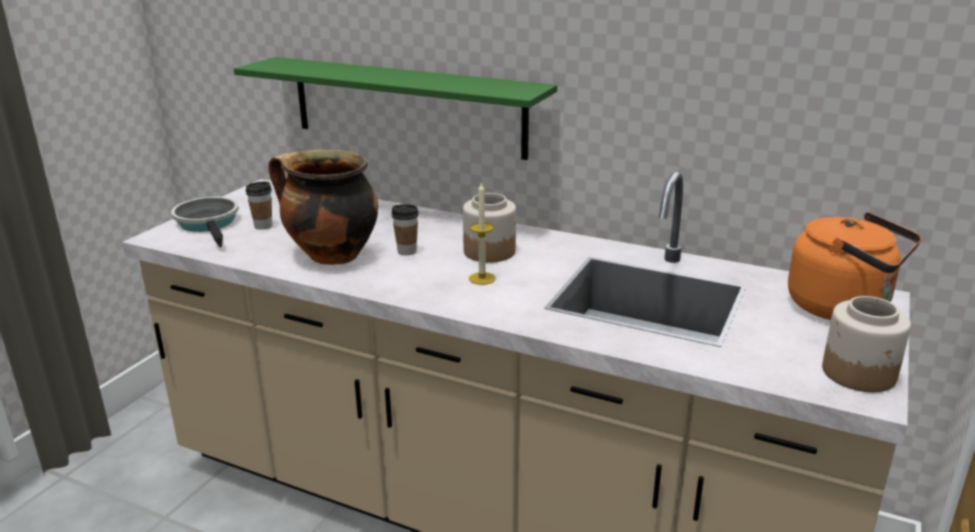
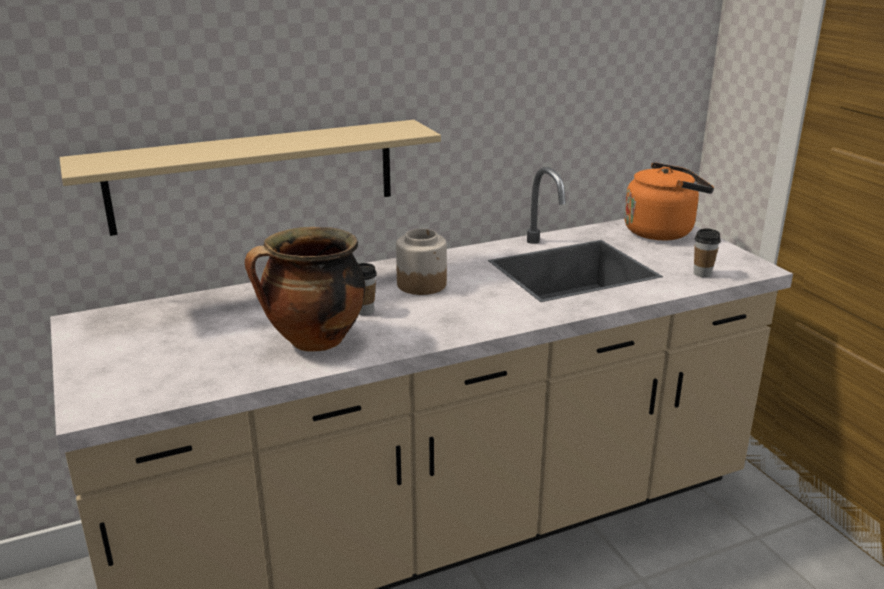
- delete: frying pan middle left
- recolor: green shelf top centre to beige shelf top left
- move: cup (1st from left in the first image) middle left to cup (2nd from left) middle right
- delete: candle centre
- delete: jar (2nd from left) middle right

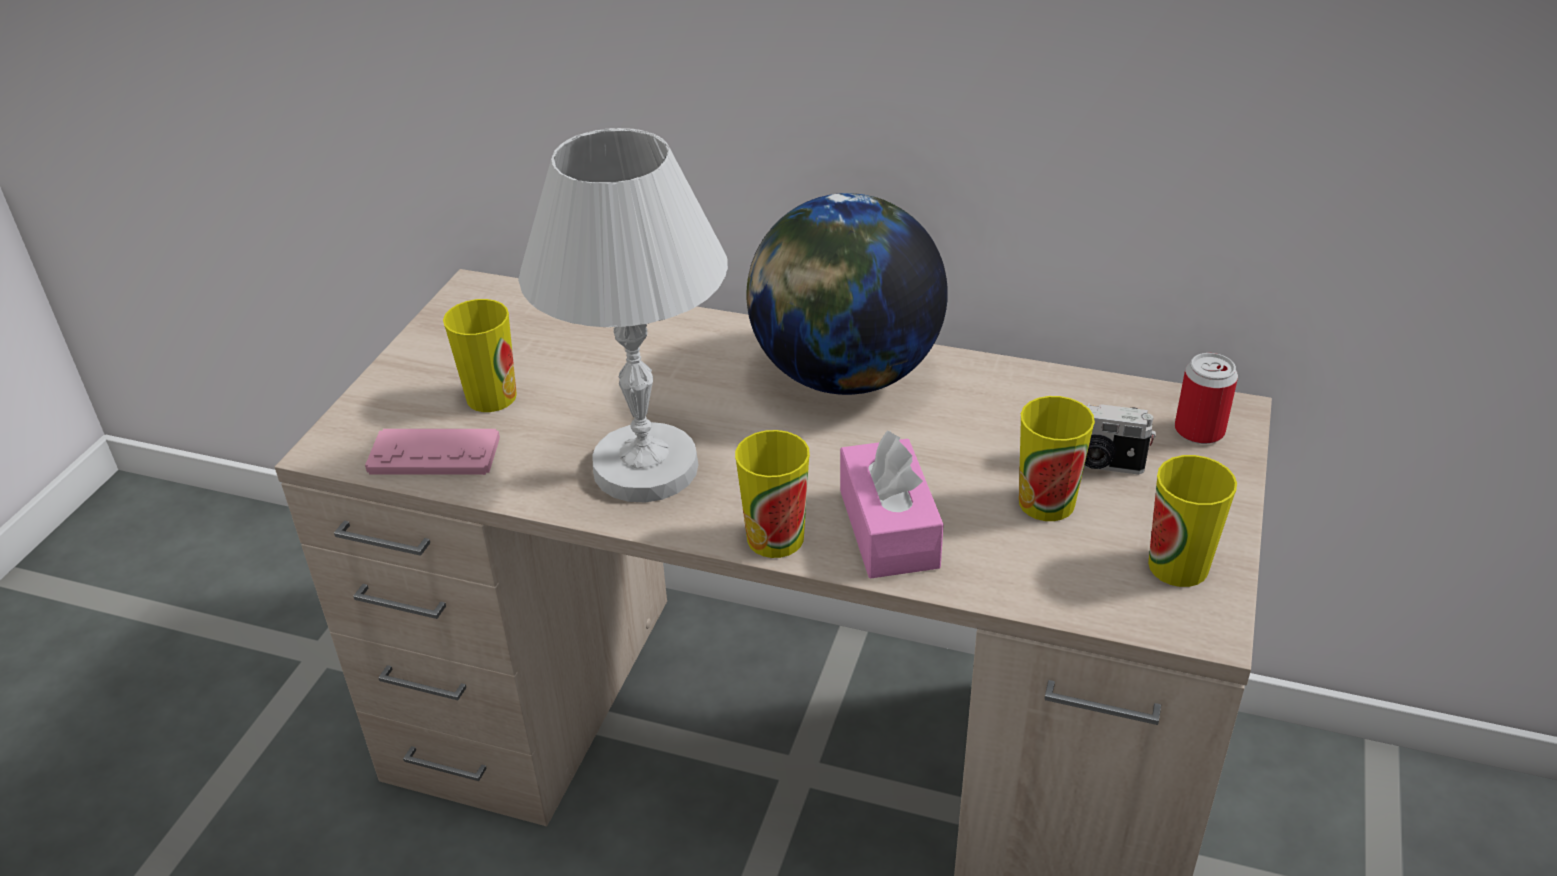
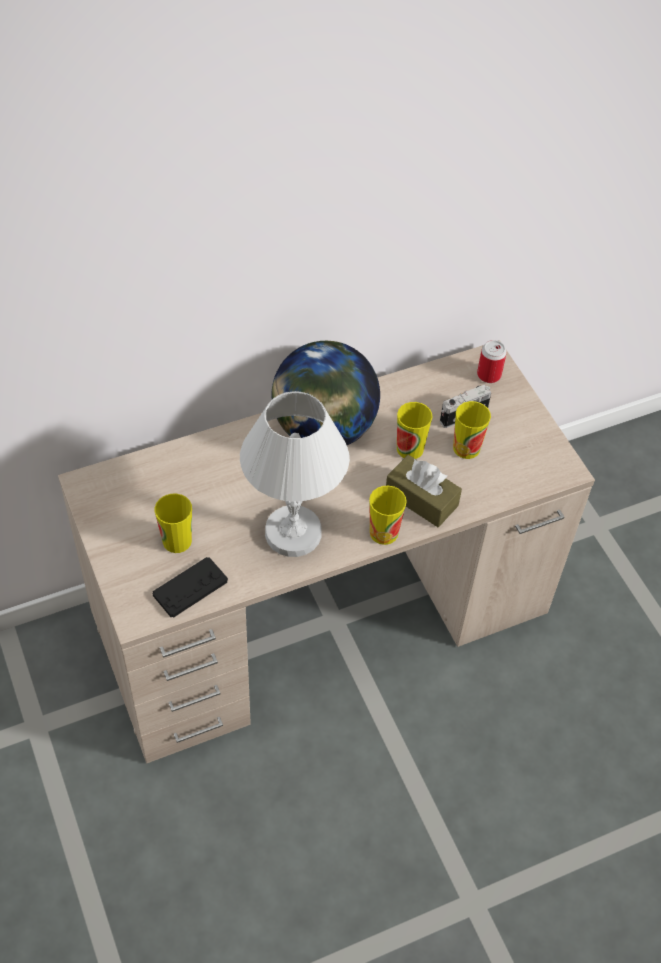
- recolor: pink game controller middle left to black game controller middle left
- recolor: pink tissue box centre to brown tissue box centre
- move: cup (4th from left in the first image) middle right to cup (3rd from left) centre

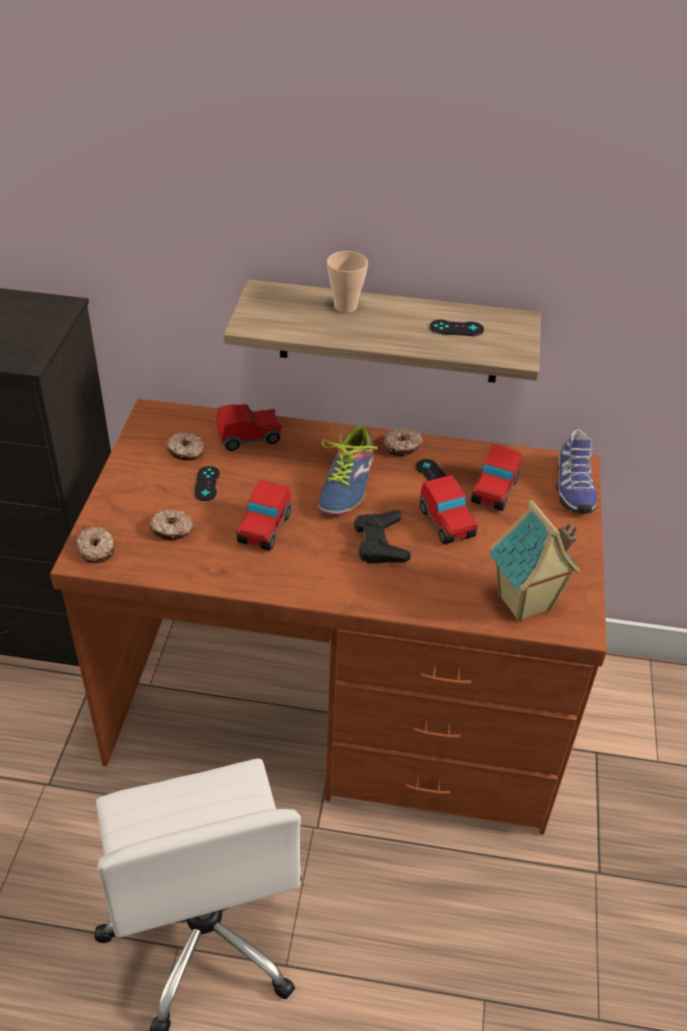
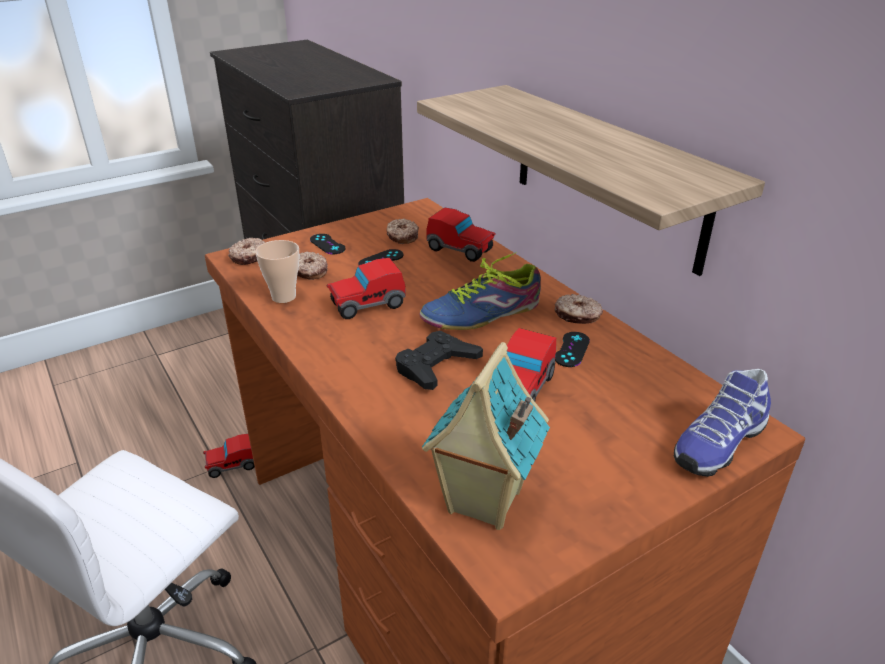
- move: cup top centre to middle left
- move: black game controller (4th from left in the first image) top centre to black game controller (1st from left) centre
- move: toy car (4th from left in the first image) middle right to toy car (1st from left) bottom left

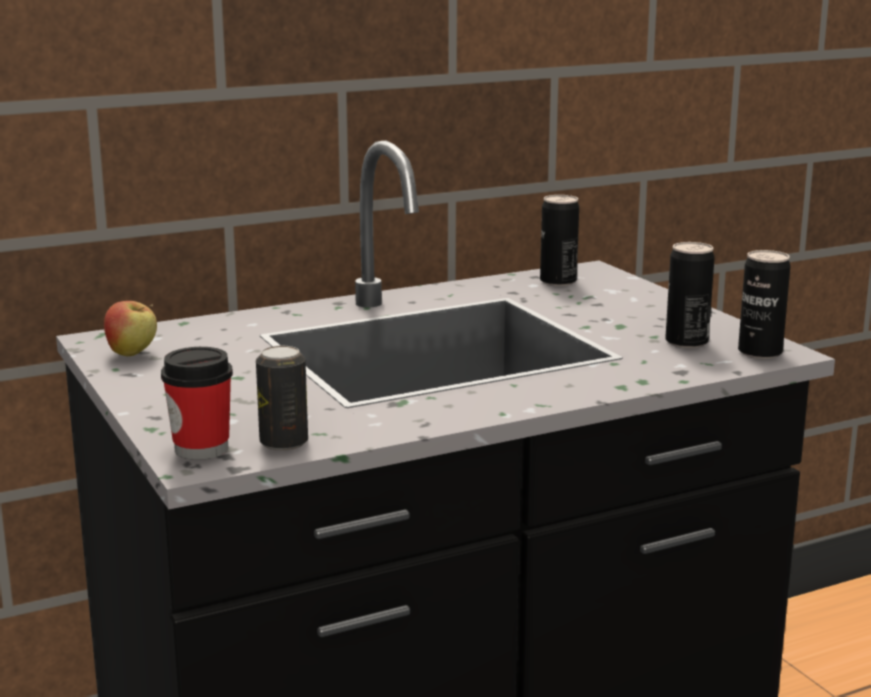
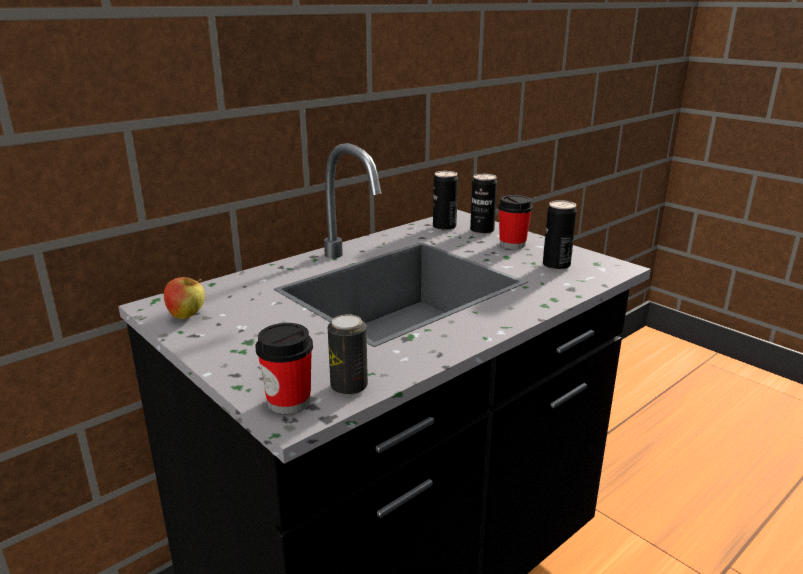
- move: can (4th from left in the first image) middle right to can (3rd from left) centre
- insert: cup (2nd from left) centre

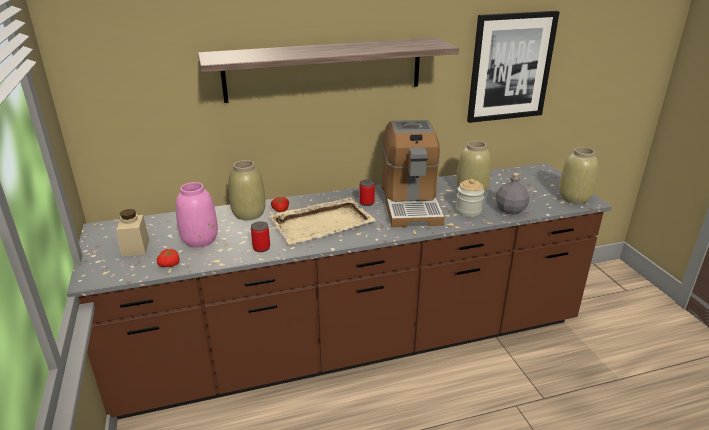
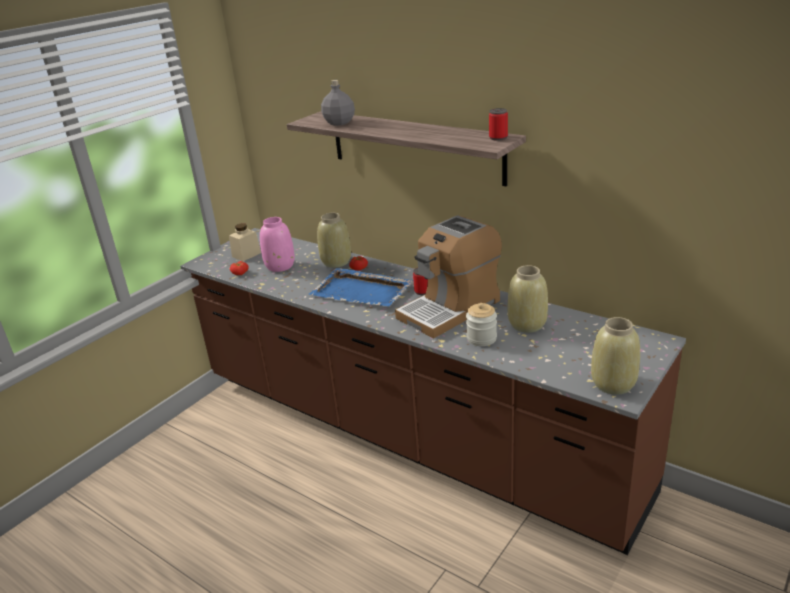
- move: can (1st from left in the first image) centre to can (2nd from left) top centre
- recolor: beige tray centre to blue tray centre
- delete: picture top right
- move: grey bottle middle right to top centre

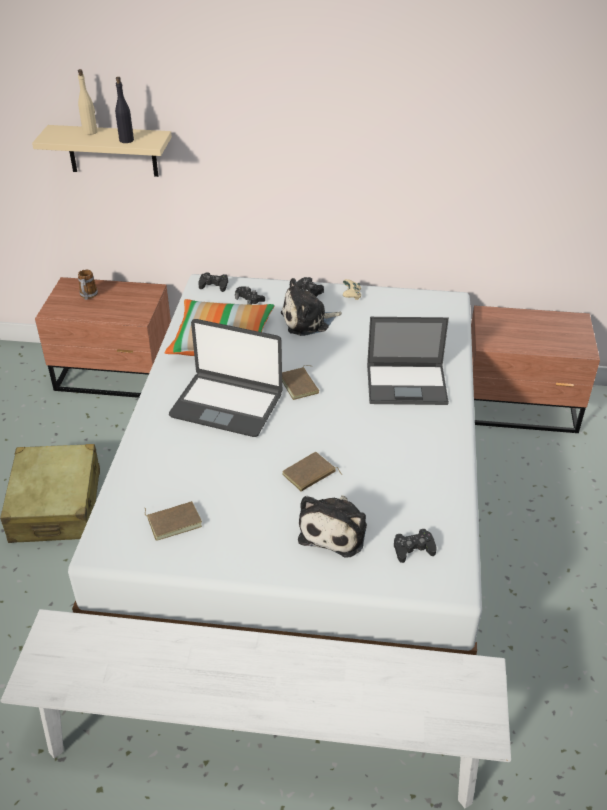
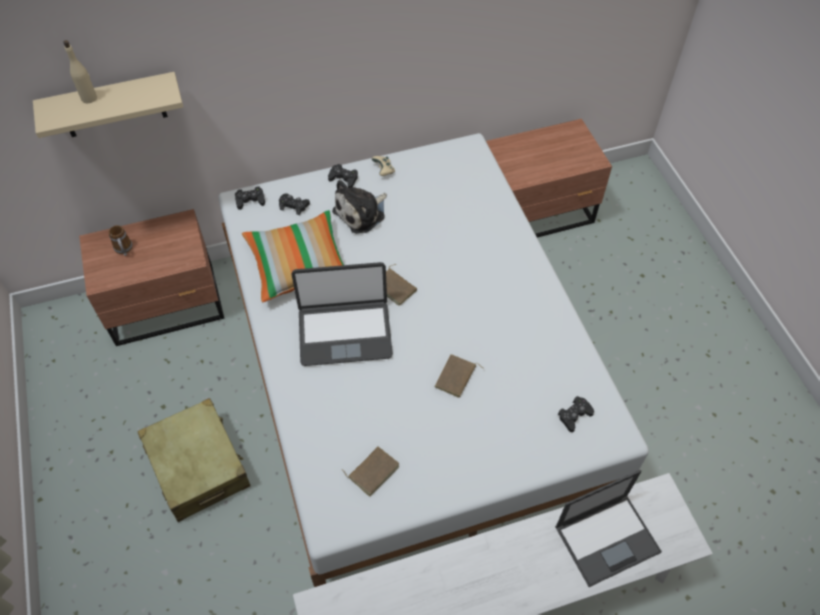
- delete: black bottle top left
- delete: plush toy (2nd from left) centre
- move: laptop (2nd from left) middle right to bottom right

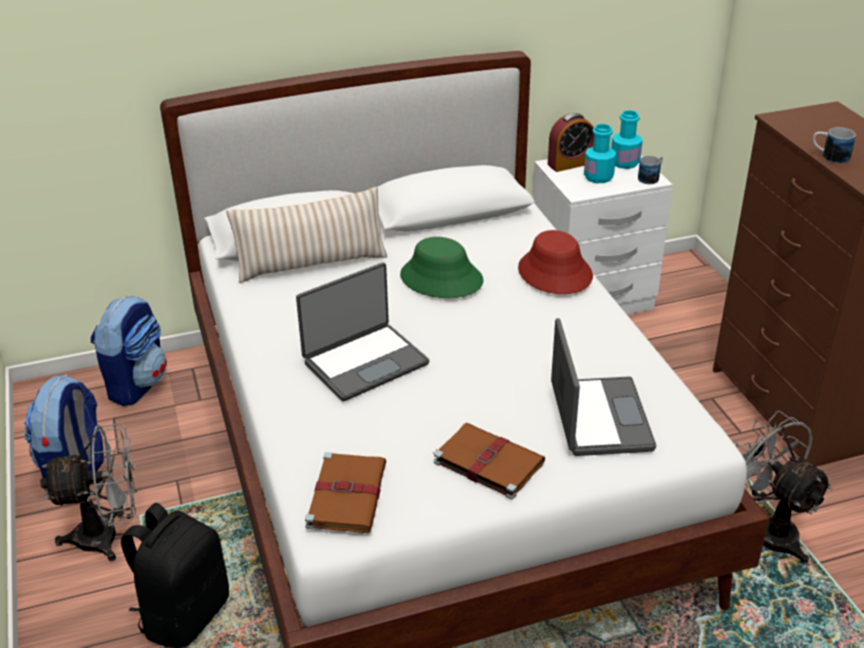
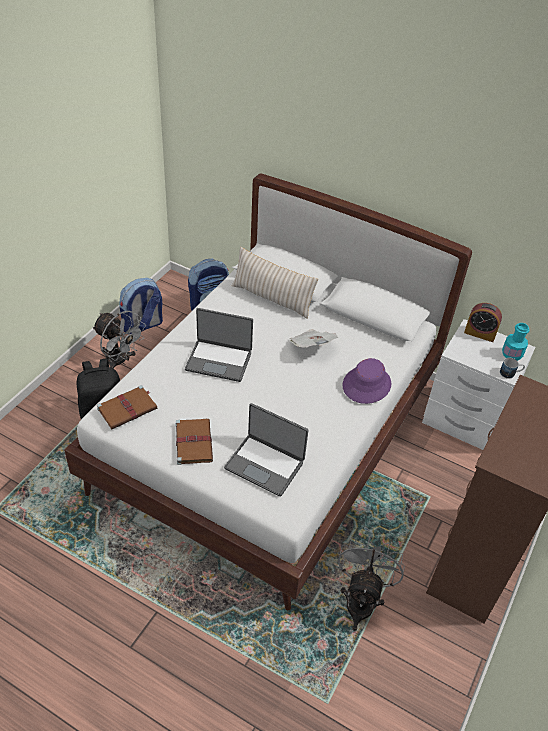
- replace: green hat centre to newspaper centre
- recolor: red hat centre to purple hat middle right
- rotate: laptop (2nd from left) middle right = centre 75 degrees clockwise
- delete: turquoise bottle (1st from left) top right
- delete: mug (2nd from left) top right

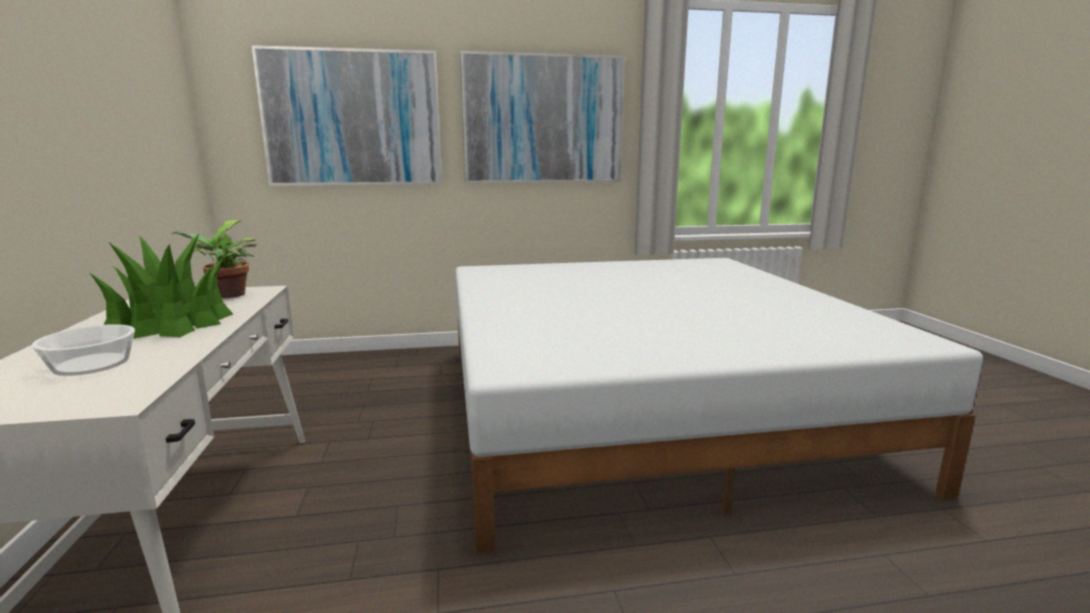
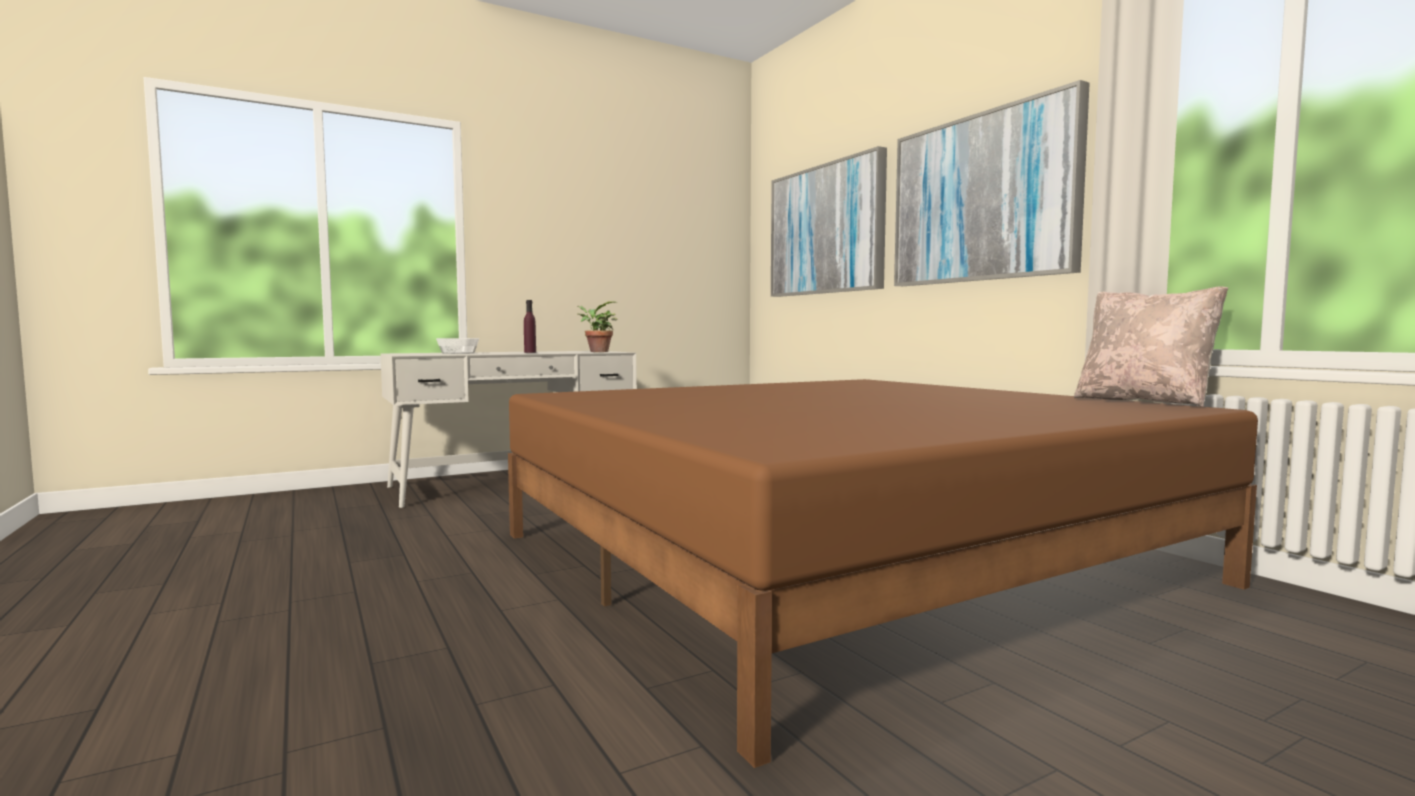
- replace: potted plant (1st from left) middle left to purple bottle centre
- recolor: white bed centre to brown bed bottom centre
- insert: beige pillow middle right

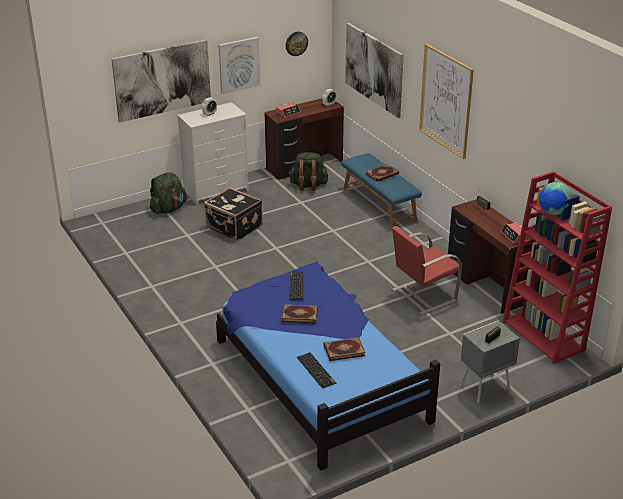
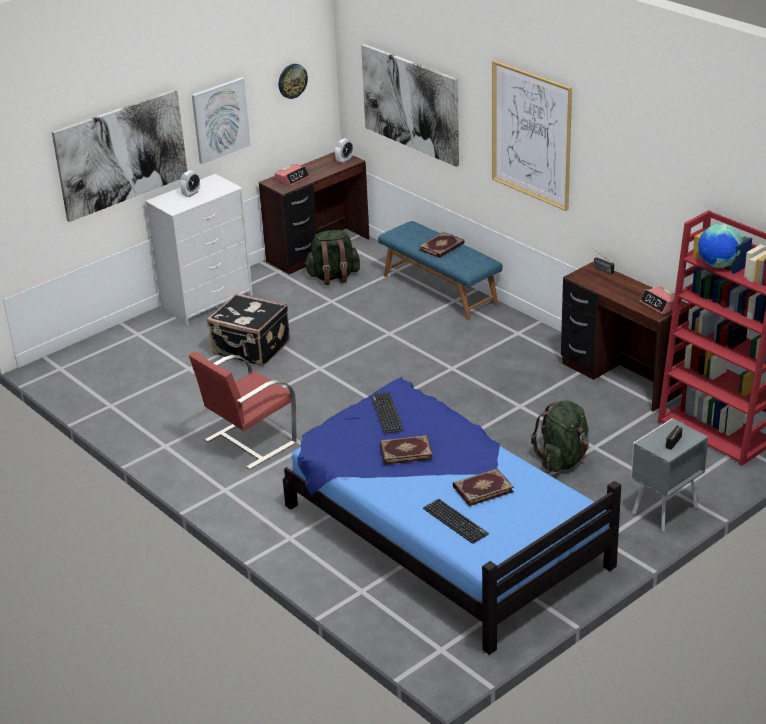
- move: green backpack (1st from left in the first image) middle left to green backpack (2nd from left) middle right
- move: red chair middle right to middle left

